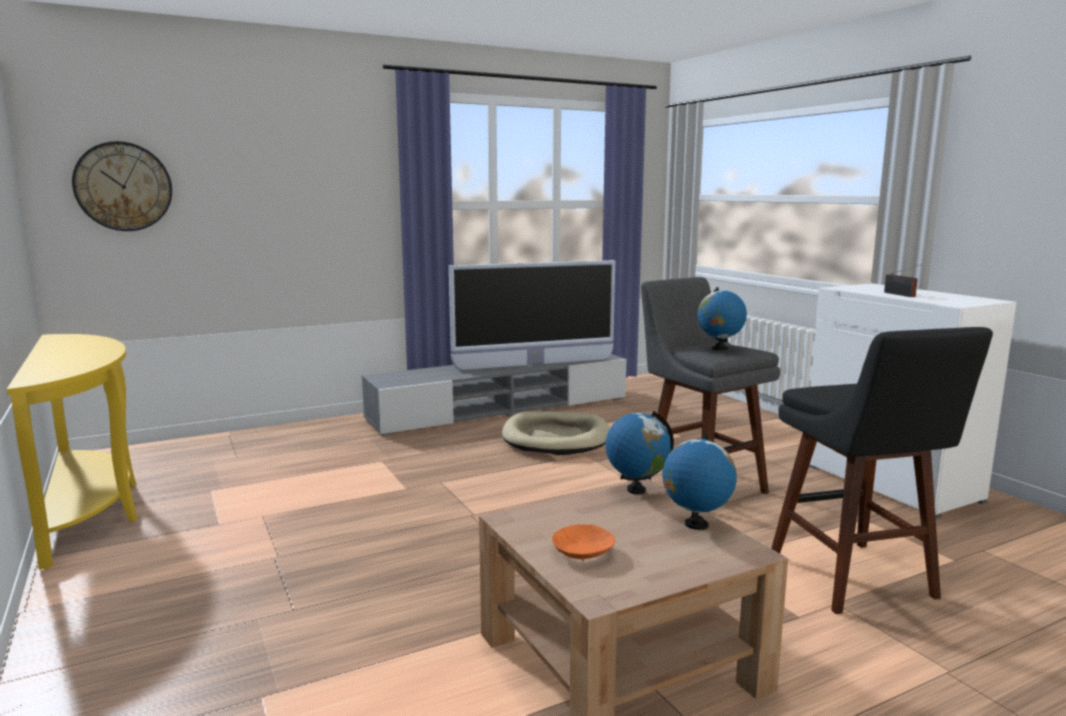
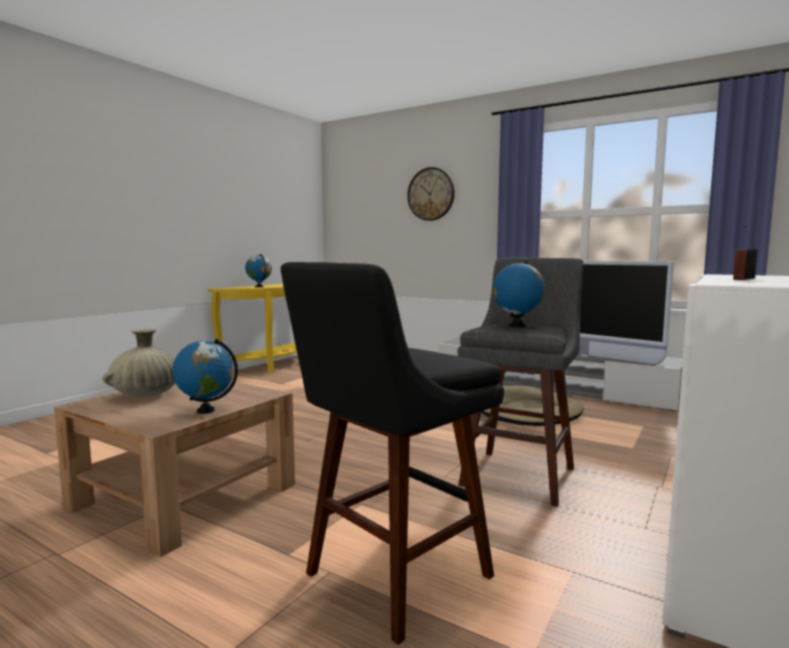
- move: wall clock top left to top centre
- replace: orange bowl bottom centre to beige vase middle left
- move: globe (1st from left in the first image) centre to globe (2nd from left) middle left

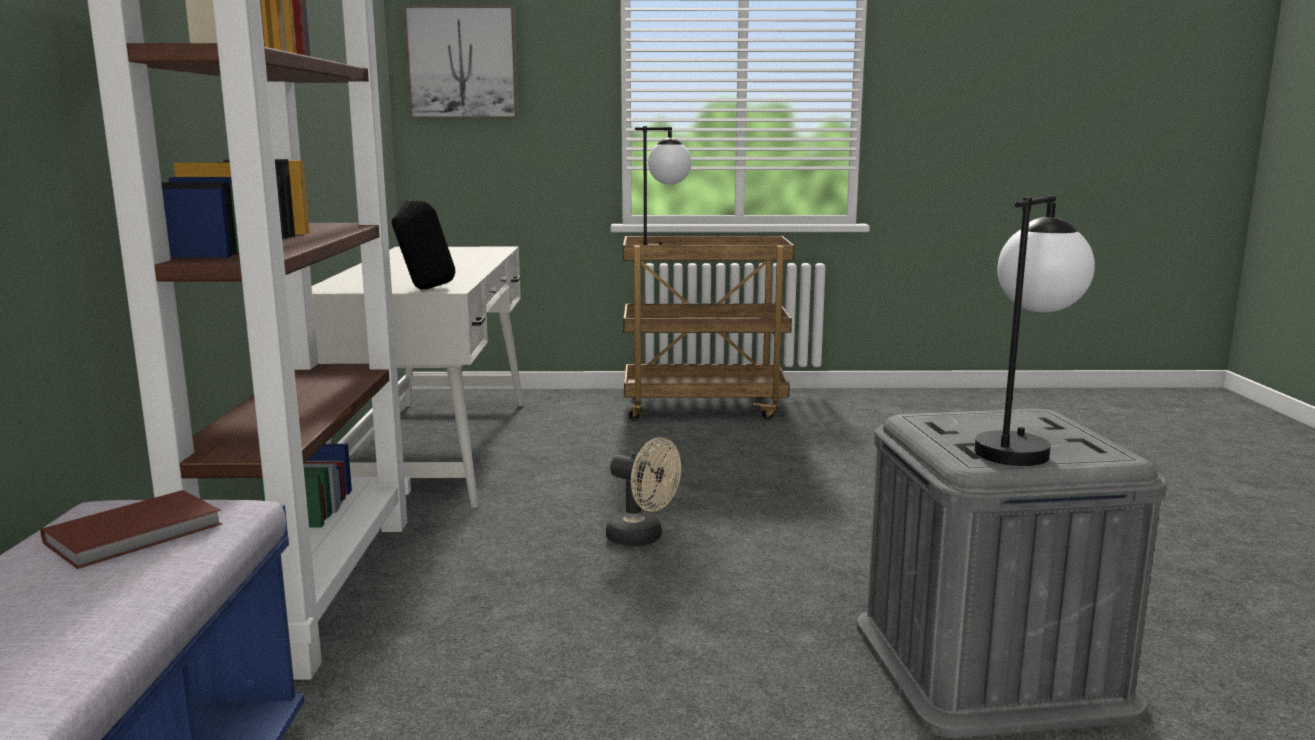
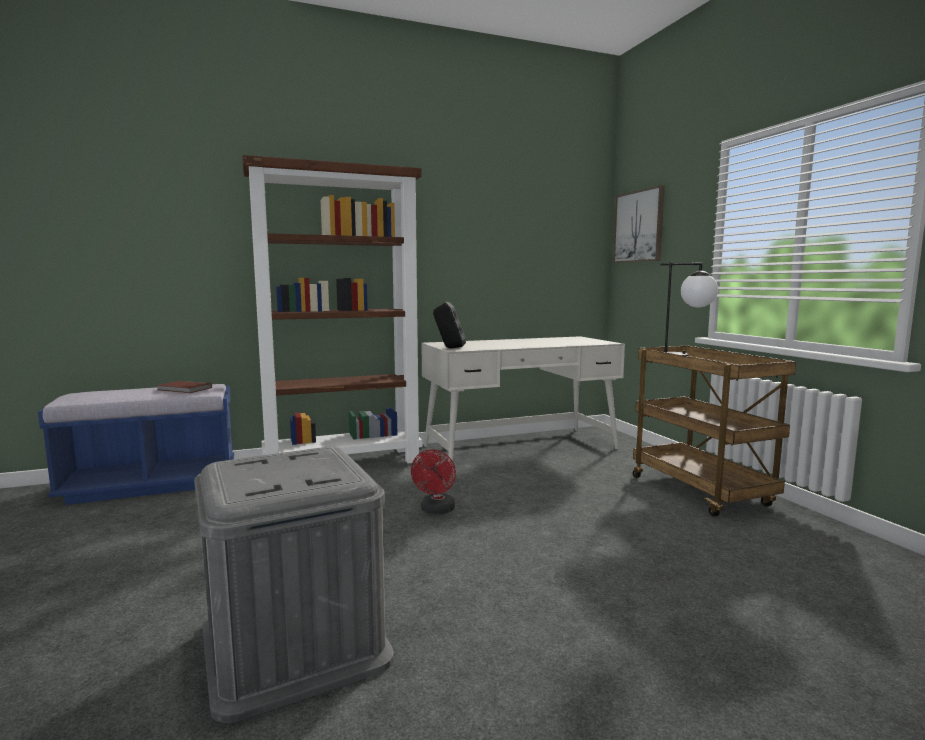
- recolor: beige fan centre to red fan centre
- delete: table lamp (2nd from left) middle right

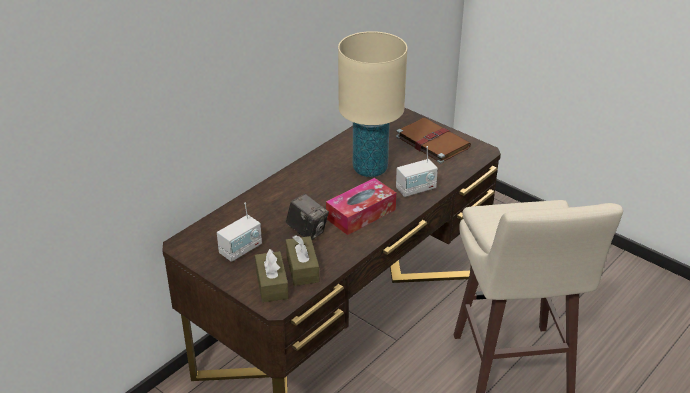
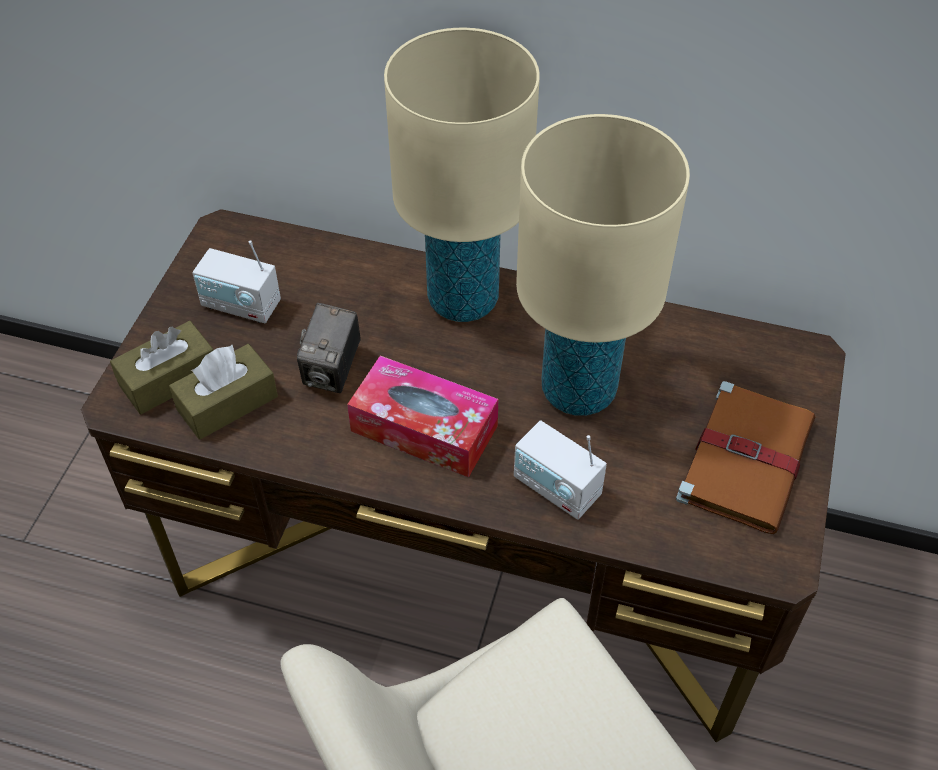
- insert: beige table lamp (1st from left) top centre

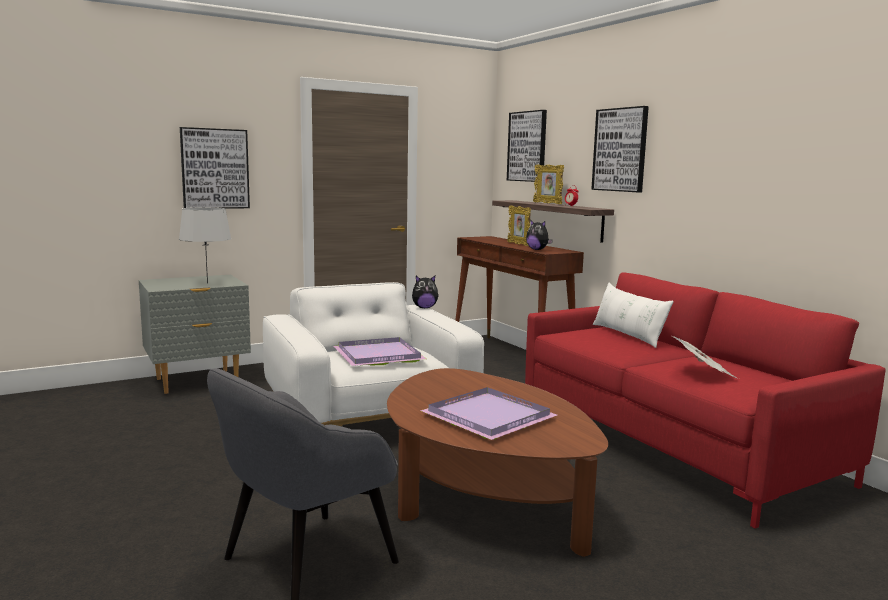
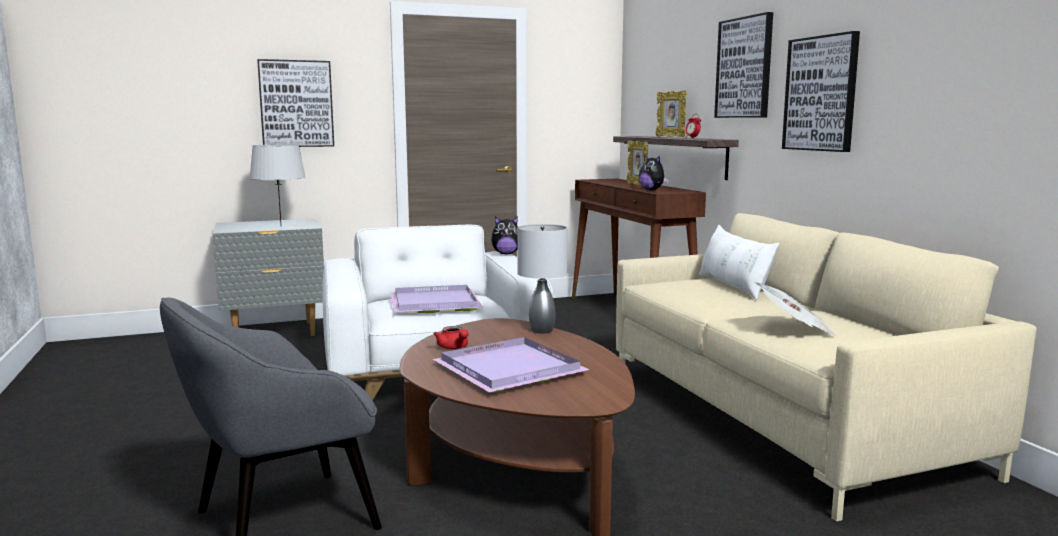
- move: picture (2nd from left in the first image) top centre to picture (3rd from left) top right
- recolor: red sofa bottom right to beige sofa bottom right
- insert: red teapot centre
- insert: grey table lamp (2nd from left) centre

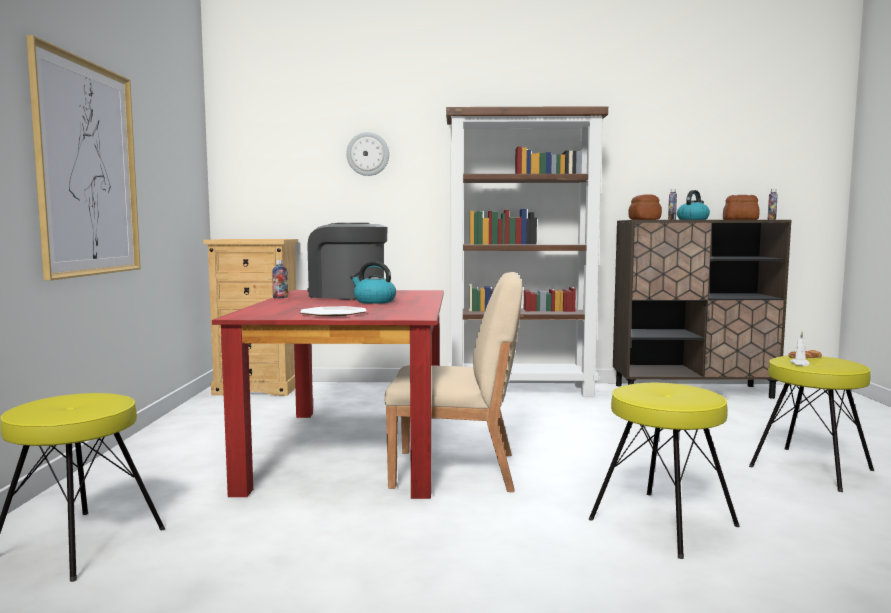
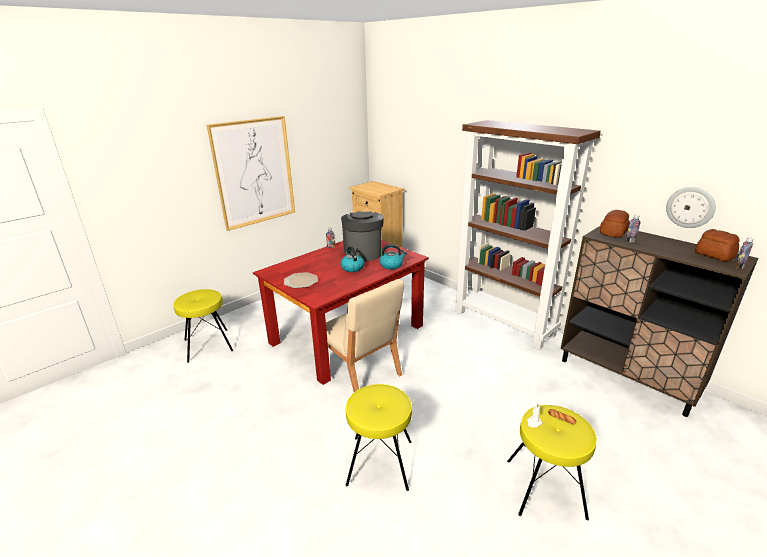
- move: wall clock top centre to middle right
- move: kettle (2nd from left) middle right to centre

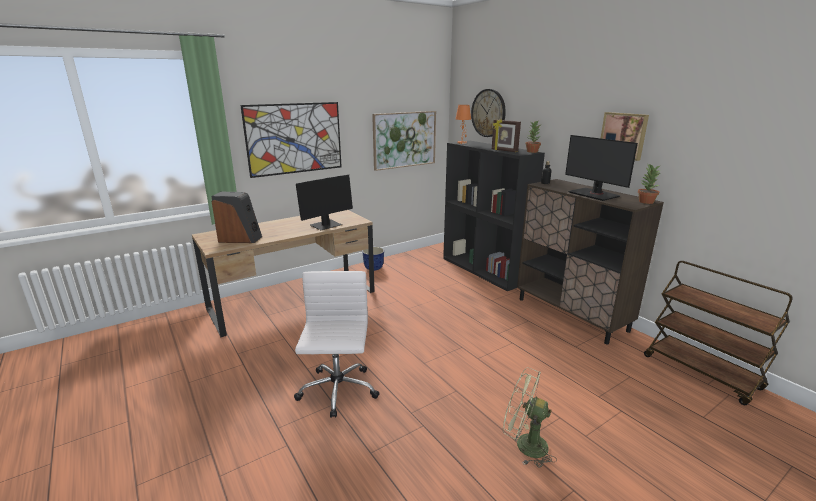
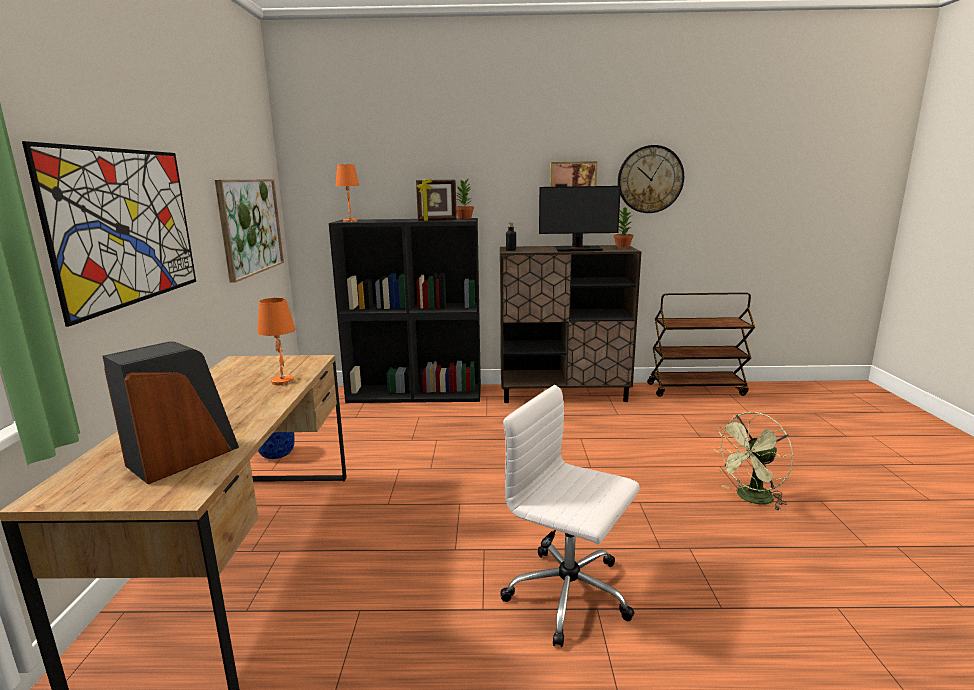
- replace: monitor (1st from left) centre to orange table lamp (1st from left) middle left
- move: wall clock top centre to top right

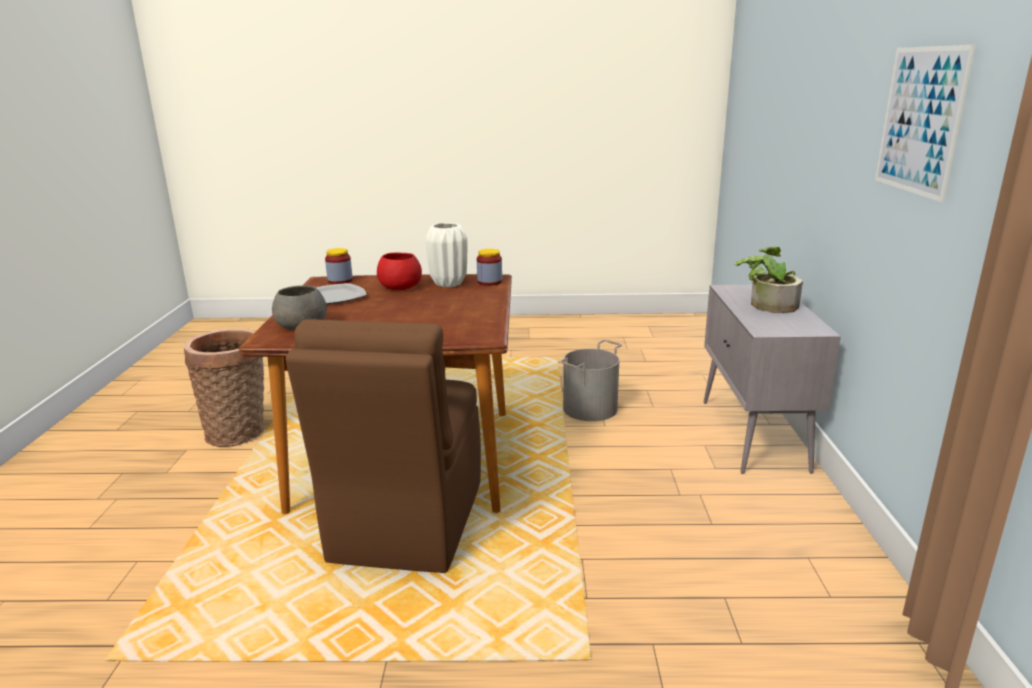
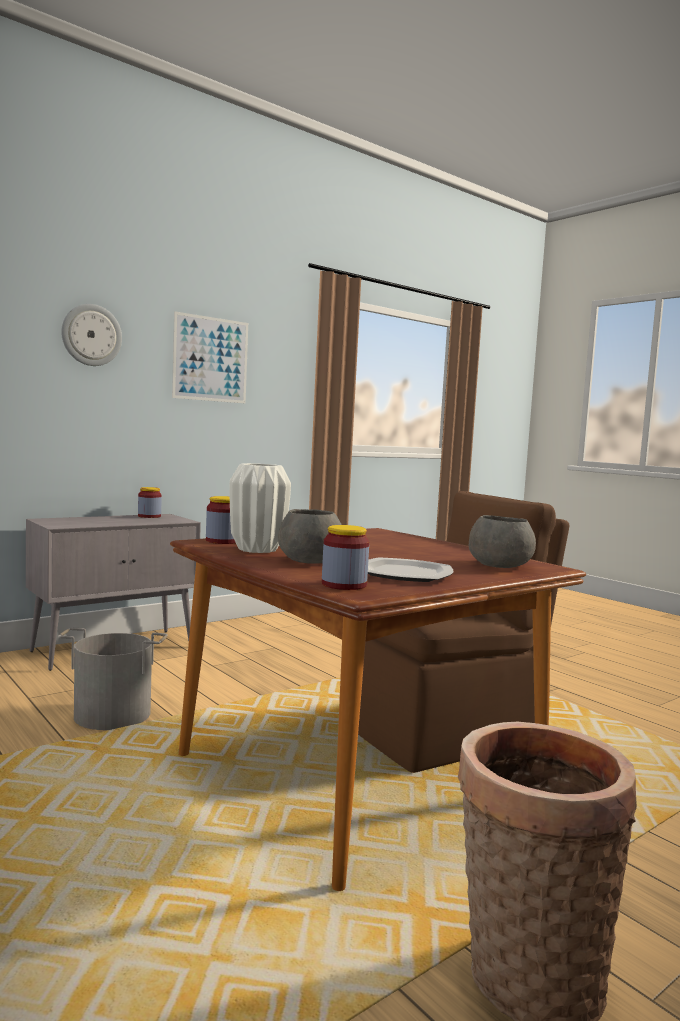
- recolor: red bowl centre to grey bowl (1st from left) centre
- delete: potted plant middle right
- insert: wall clock top left
- insert: jar (1st from left) middle left

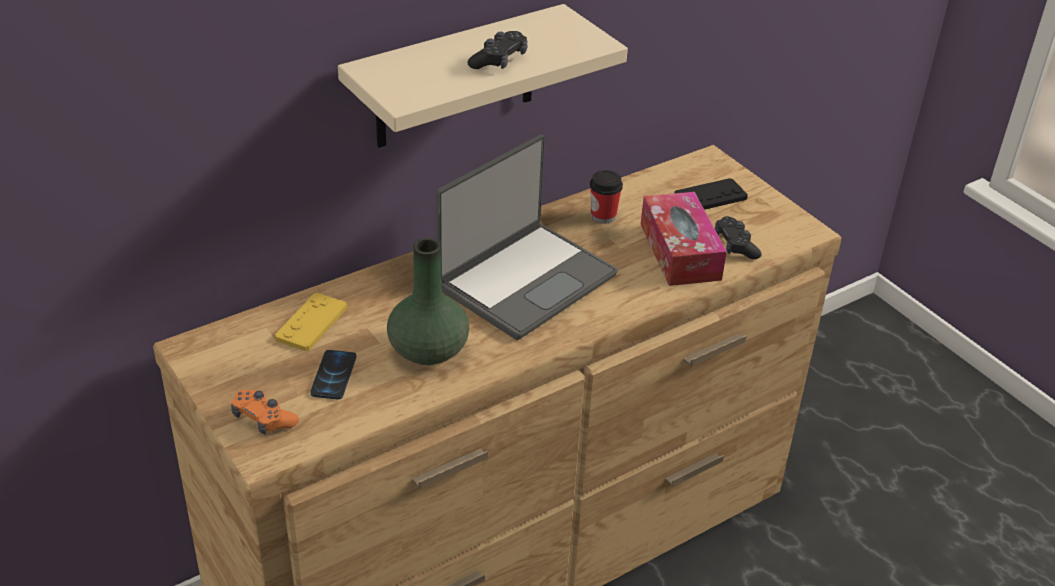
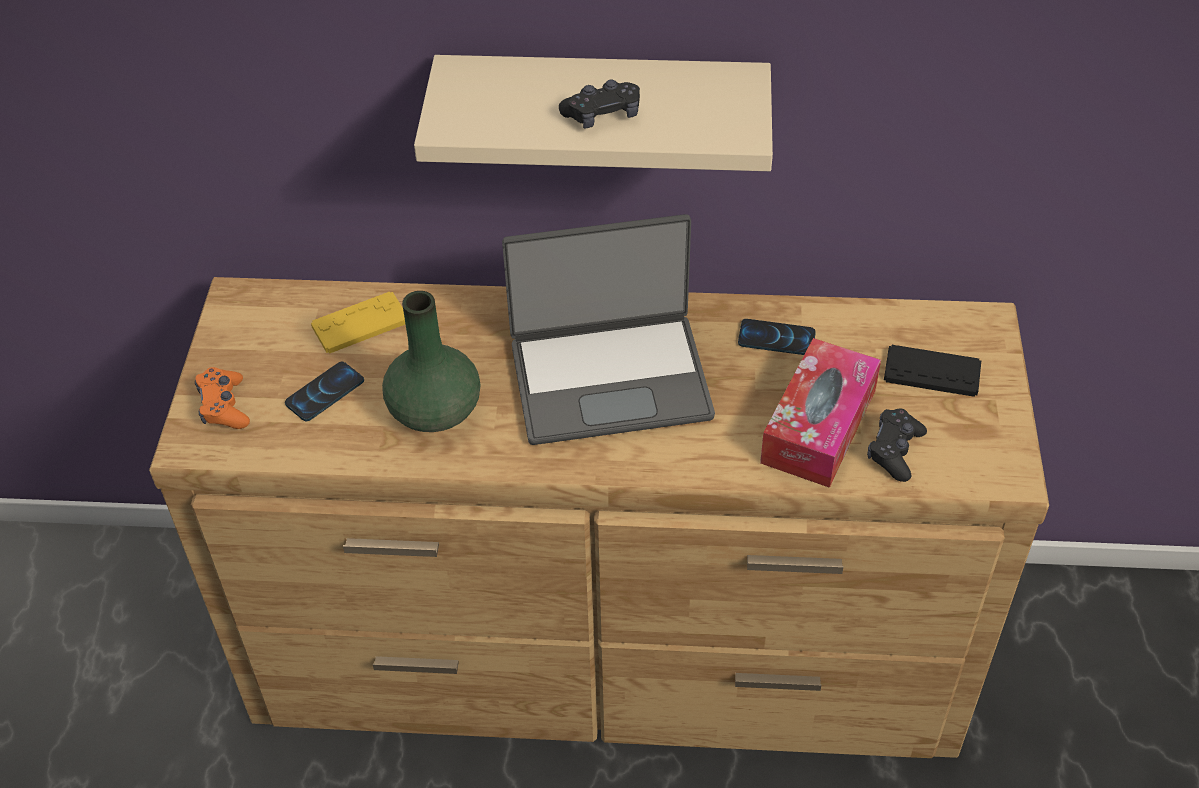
- replace: cup centre to phone (2nd from left) centre

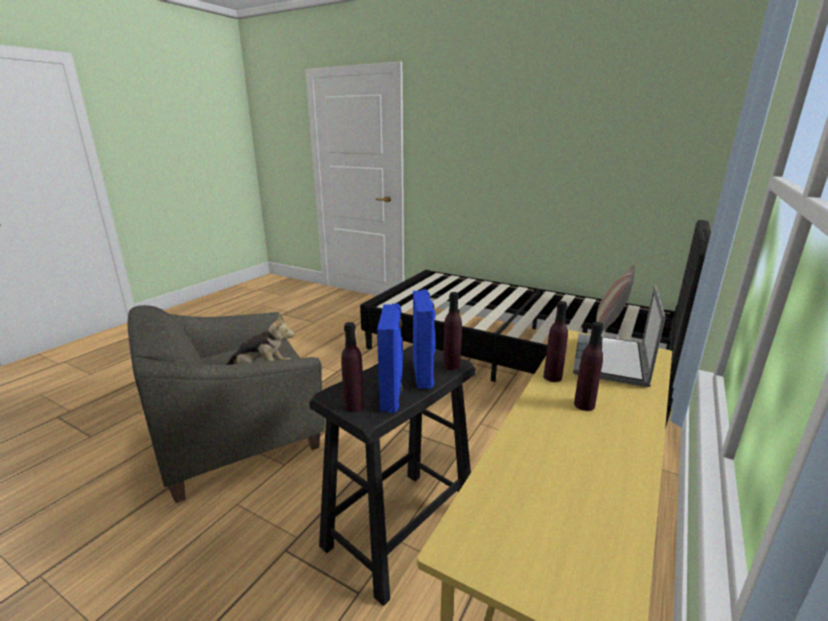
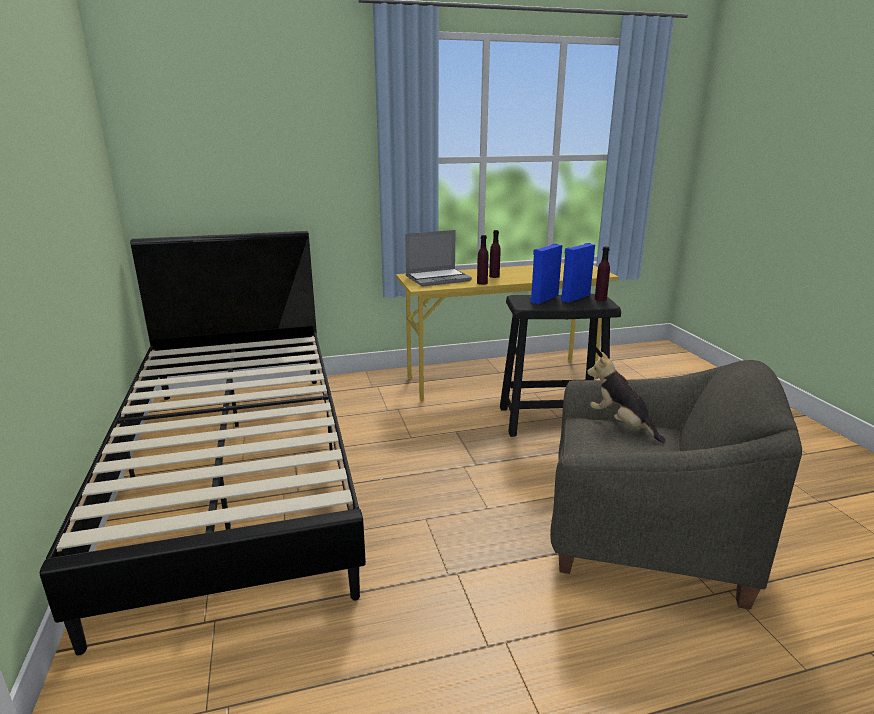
- delete: purple bottle (2nd from left) centre
- delete: pillow middle right

